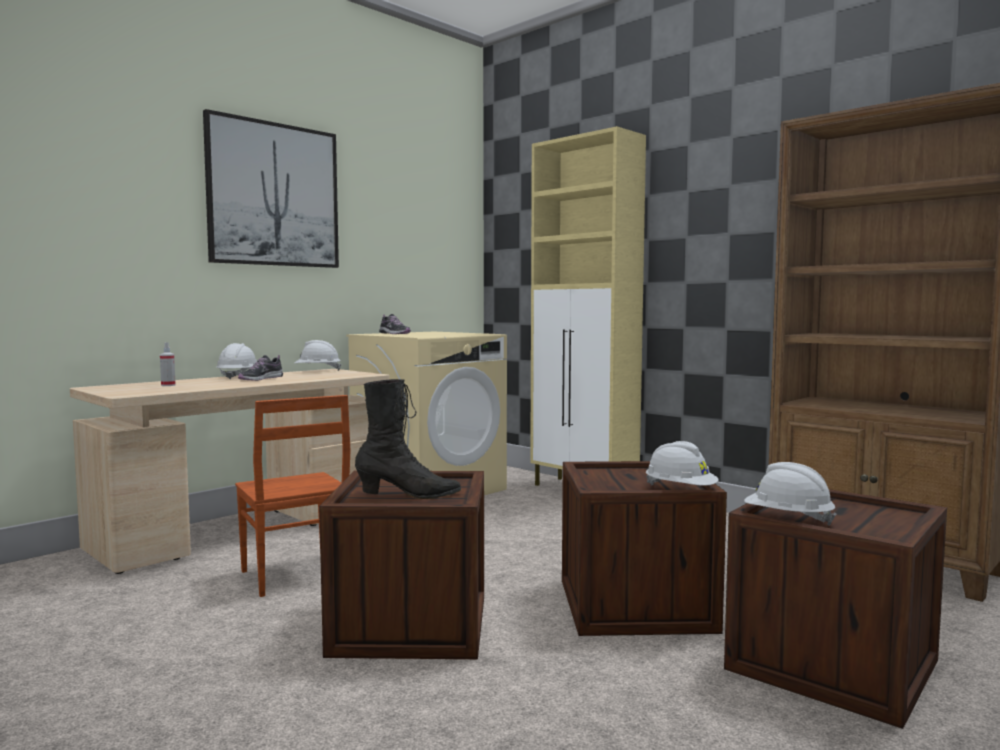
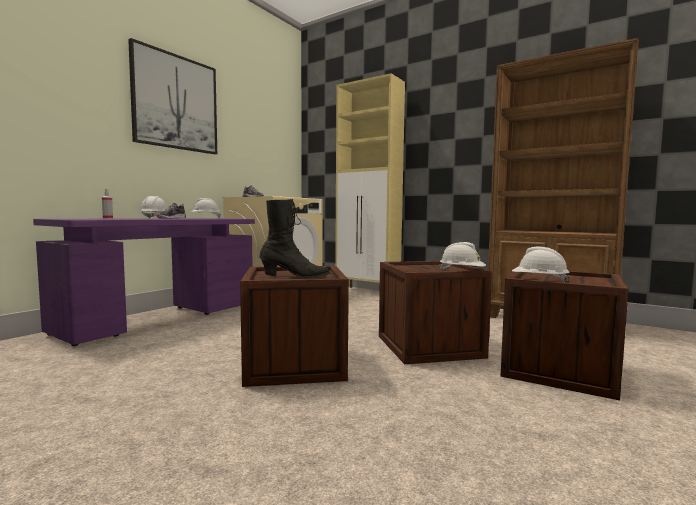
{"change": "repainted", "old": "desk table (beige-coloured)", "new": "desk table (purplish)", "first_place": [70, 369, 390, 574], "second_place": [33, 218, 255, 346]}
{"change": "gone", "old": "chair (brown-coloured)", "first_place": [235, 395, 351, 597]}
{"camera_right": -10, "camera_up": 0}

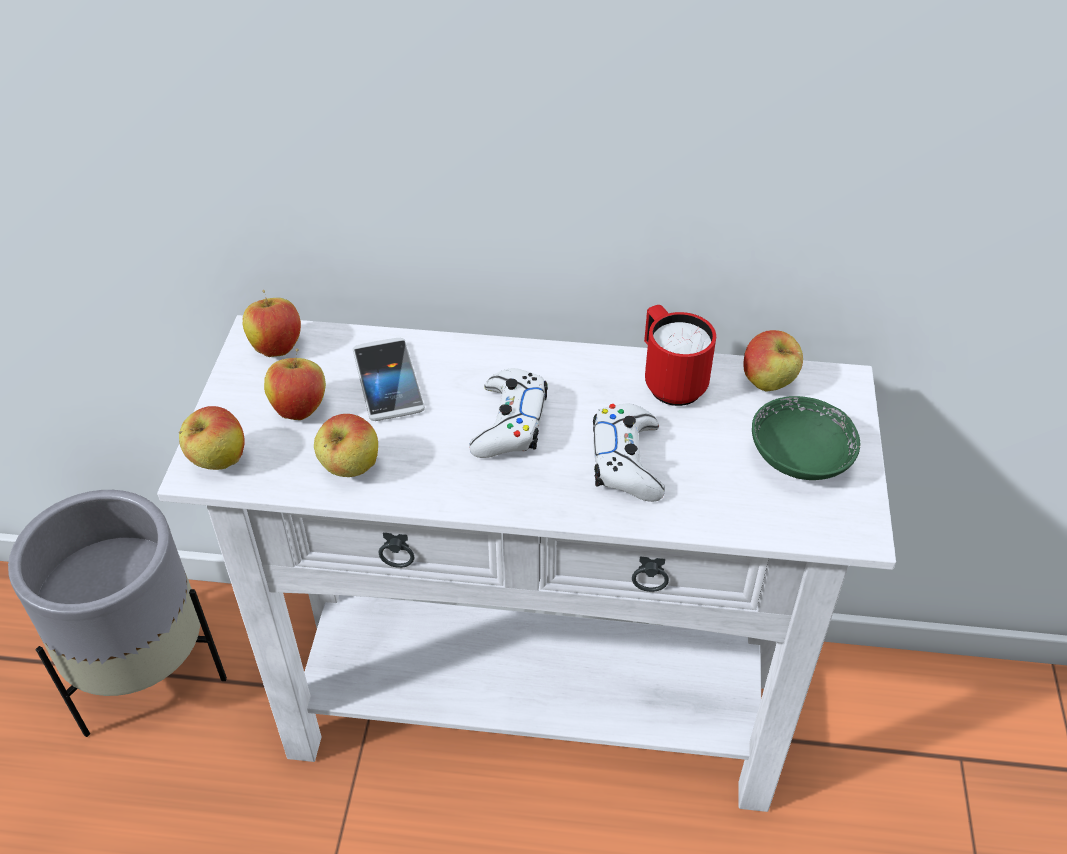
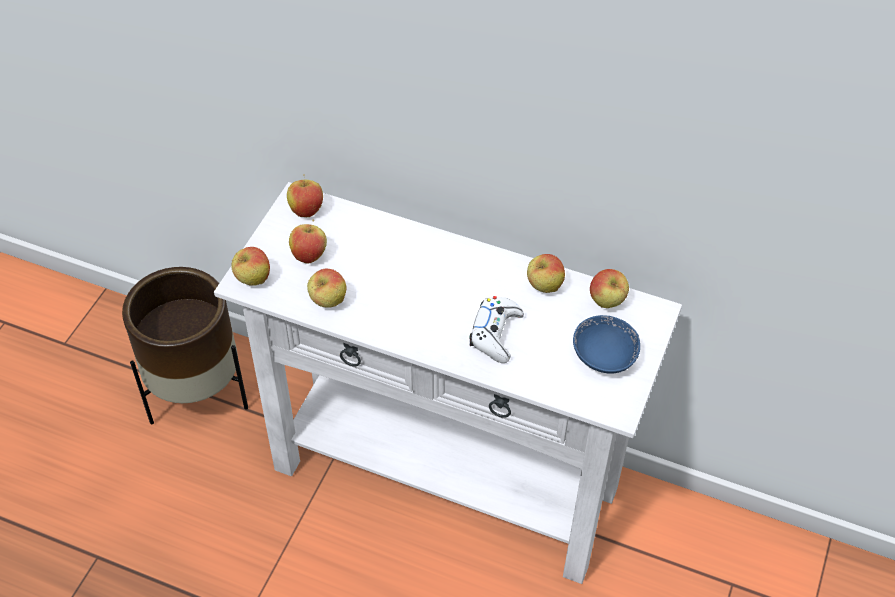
{"change": "repainted", "old": "plant pot (greyish)", "new": "plant pot (brown-coloured)", "first_place": [8, 490, 227, 737], "second_place": [122, 267, 248, 425]}
{"change": "gone", "old": "telephone", "first_place": [353, 338, 425, 421]}
{"change": "gone", "old": "gamepad (whitish)", "first_place": [469, 368, 548, 458]}
{"change": "swapped", "old": "tea mug (reddish)", "new": "whole apple", "first_place": [644, 305, 716, 406], "second_place": [527, 254, 565, 293]}
{"change": "repainted", "old": "bowl (green)", "new": "bowl (blue)", "first_place": [752, 396, 860, 480], "second_place": [573, 315, 640, 374]}
{"camera_right": 15, "camera_up": 5}

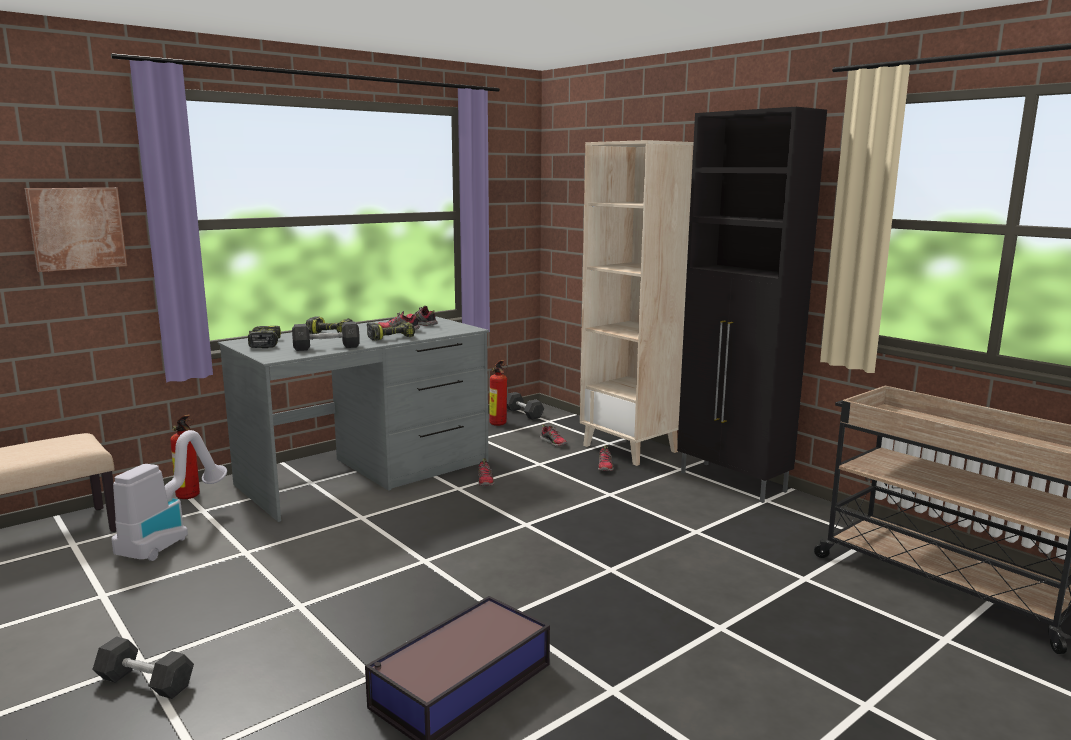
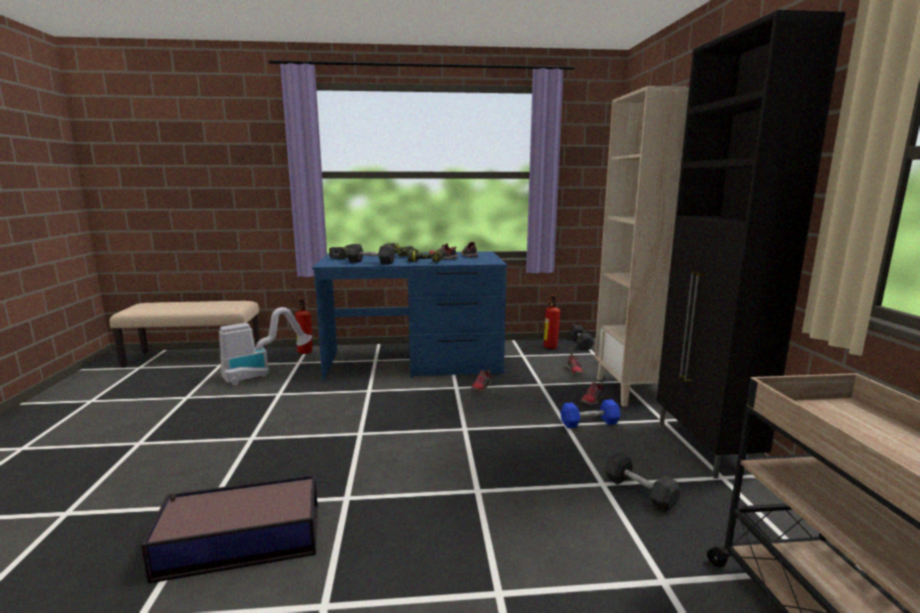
{"change": "gone", "old": "wall picture", "first_place": [25, 188, 127, 272]}
{"change": "shifted", "old": "free weight (greyish)", "first_place": [92, 636, 194, 699], "second_place": [604, 452, 681, 512]}
{"change": "repainted", "old": "desk table (greyish)", "new": "desk table (blue)", "first_place": [218, 316, 489, 522], "second_place": [312, 252, 507, 380]}
{"change": "new", "new": "free weight (blue)", "second_place": [560, 399, 621, 428]}
{"camera_right": 35, "camera_up": 0}

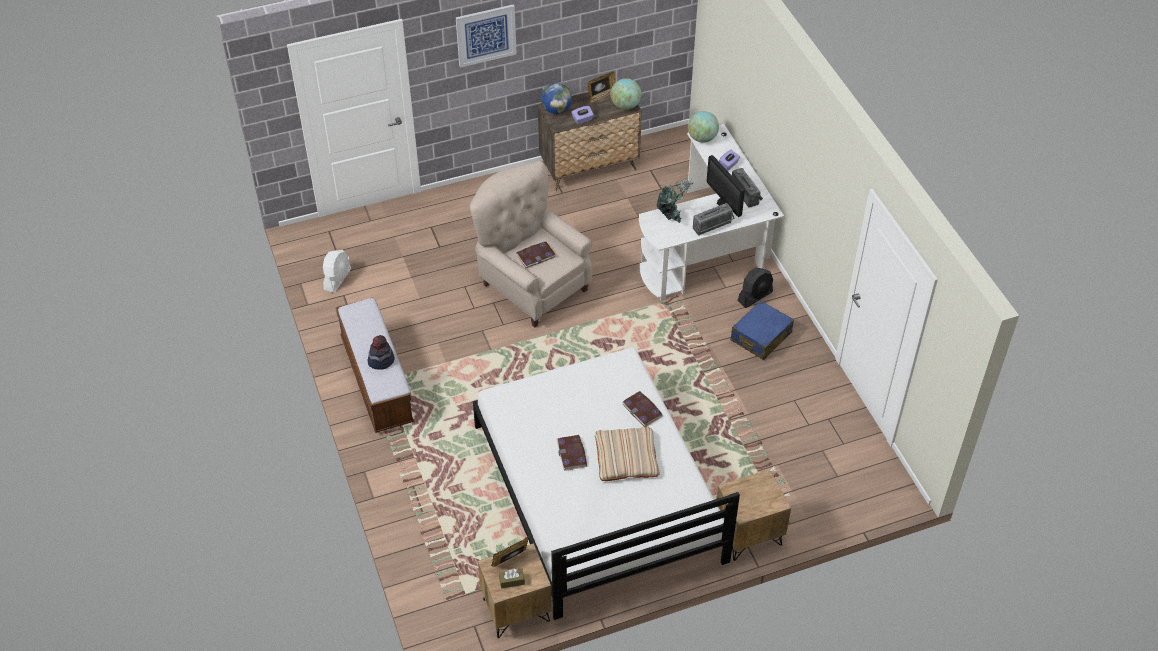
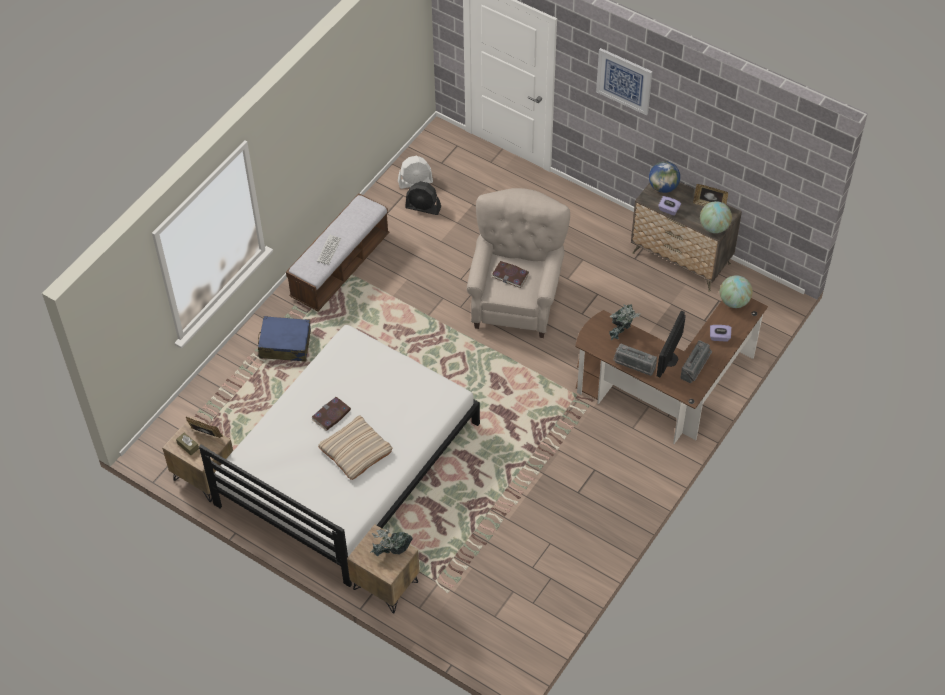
{"change": "swapped", "old": "hat", "new": "keyboard", "first_place": [368, 335, 394, 370], "second_place": [317, 235, 341, 265]}
{"change": "gone", "old": "bound book", "first_place": [622, 391, 663, 427]}
{"change": "repainted", "old": "desk table (whitish)", "new": "desk table (brown-coloured)", "first_place": [639, 124, 784, 301], "second_place": [575, 298, 768, 444]}
{"change": "shifted", "old": "piece of luggage (blue)", "first_place": [730, 301, 794, 360], "second_place": [258, 316, 311, 362]}
{"change": "shifted", "old": "fan (black-coloured)", "first_place": [737, 268, 773, 308], "second_place": [405, 181, 441, 215]}
{"change": "new", "new": "plant in a pot", "second_place": [371, 528, 412, 556]}
{"camera_right": 55, "camera_up": 5}

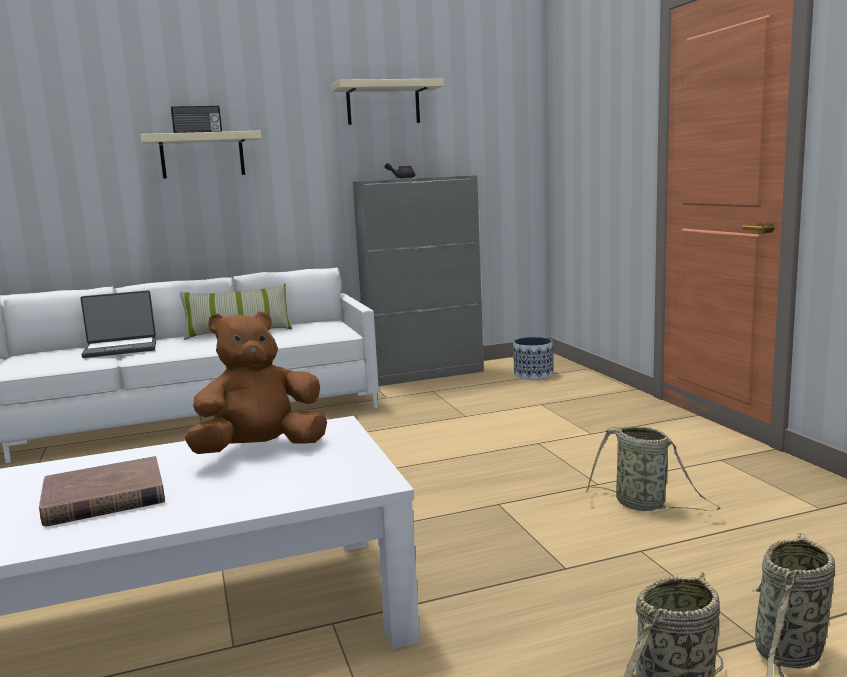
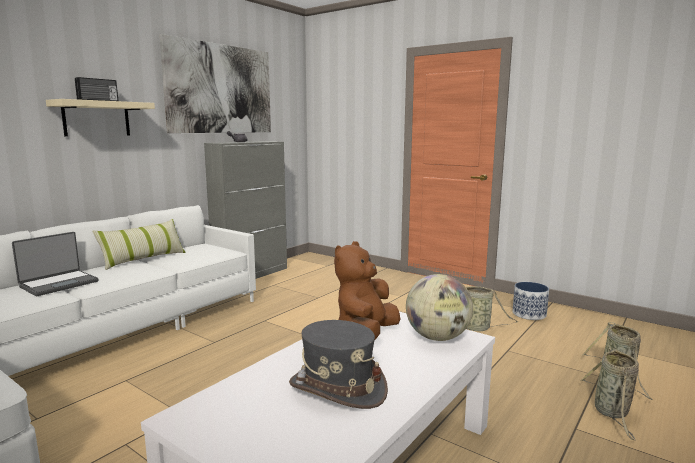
{"change": "swapped", "old": "bound book (brown-coloured)", "new": "hat (greyish)", "first_place": [39, 456, 165, 526], "second_place": [289, 320, 388, 409]}
{"change": "swapped", "old": "bracket shelf (beige-coloured)", "new": "wall picture", "first_place": [331, 79, 444, 125], "second_place": [159, 34, 271, 133]}
{"change": "shifted", "old": "plant pot", "first_place": [513, 337, 553, 380], "second_place": [513, 282, 549, 320]}
{"change": "new", "new": "globe", "second_place": [406, 274, 473, 341]}
{"camera_right": -35, "camera_up": 0}

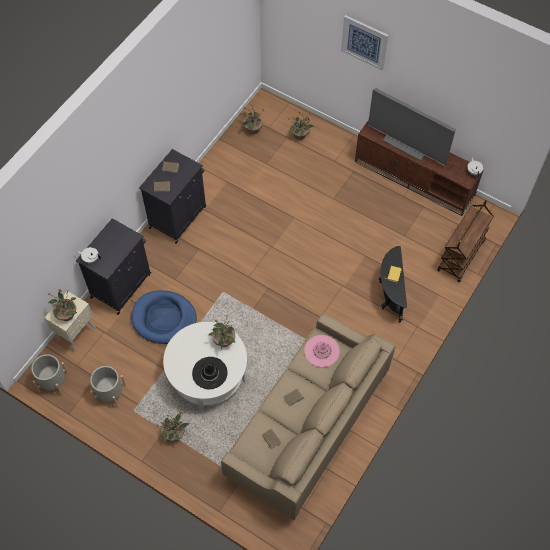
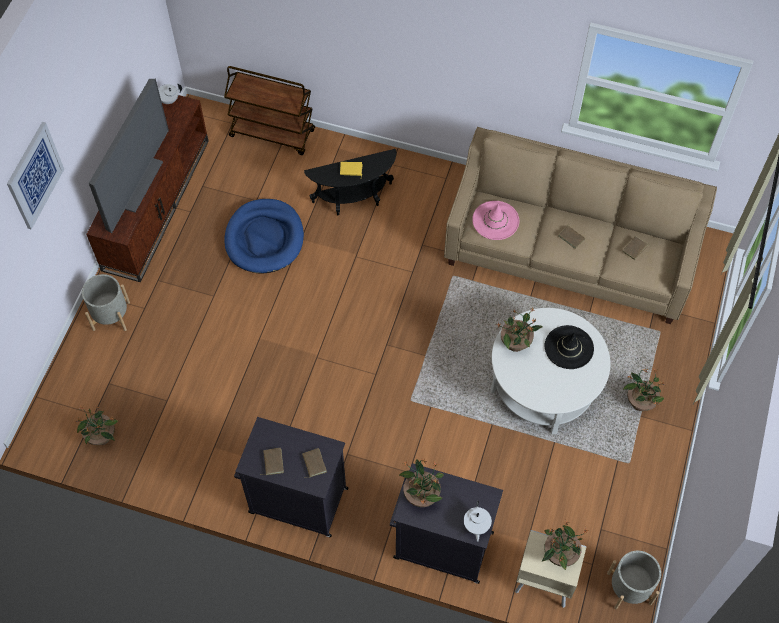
{"change": "shifted", "old": "plant pot (greyish)", "first_place": [90, 366, 126, 408], "second_place": [82, 274, 130, 331]}
{"change": "shifted", "old": "pet bed (blue)", "first_place": [132, 290, 197, 344], "second_place": [224, 199, 304, 274]}
{"change": "shifted", "old": "plant in a pot", "first_place": [288, 112, 315, 140], "second_place": [399, 459, 444, 507]}
{"camera_right": -105, "camera_up": 0}

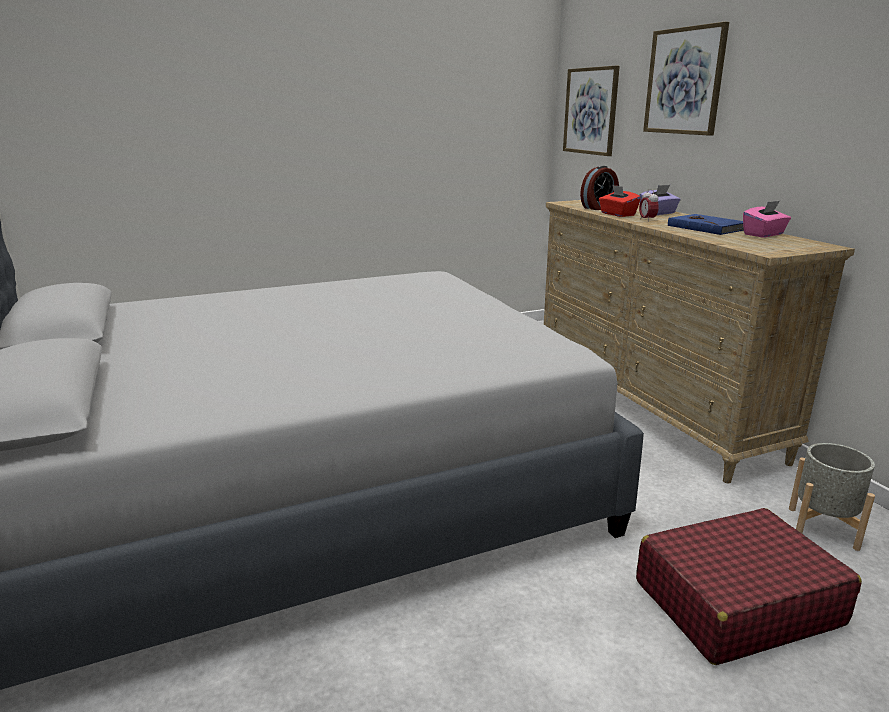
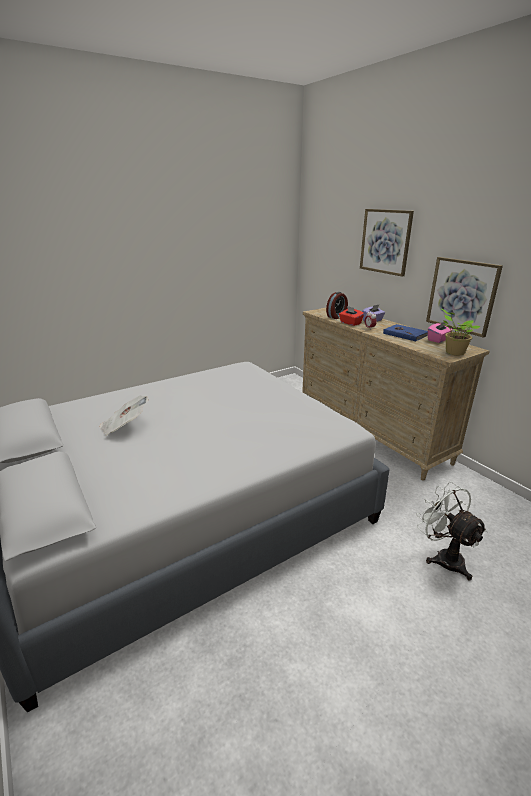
{"change": "shifted", "old": "wall picture", "first_place": [563, 66, 620, 156], "second_place": [426, 257, 503, 338]}
{"change": "swapped", "old": "piece of luggage (reddish)", "new": "fan (whitish)", "first_place": [636, 508, 862, 665], "second_place": [417, 482, 487, 581]}
{"change": "gone", "old": "plant pot (greyish)", "first_place": [789, 443, 875, 551]}
{"change": "new", "new": "daily paper", "second_place": [99, 395, 149, 436]}
{"change": "new", "new": "plant in a pot", "second_place": [442, 309, 480, 355]}
{"camera_right": -10, "camera_up": 5}

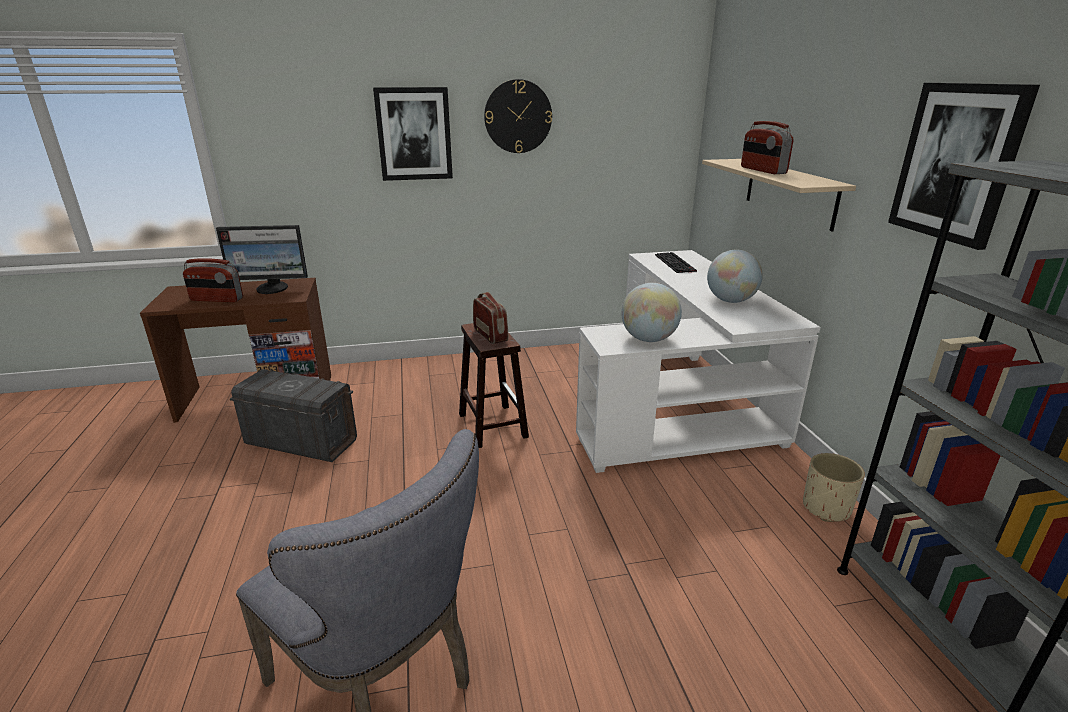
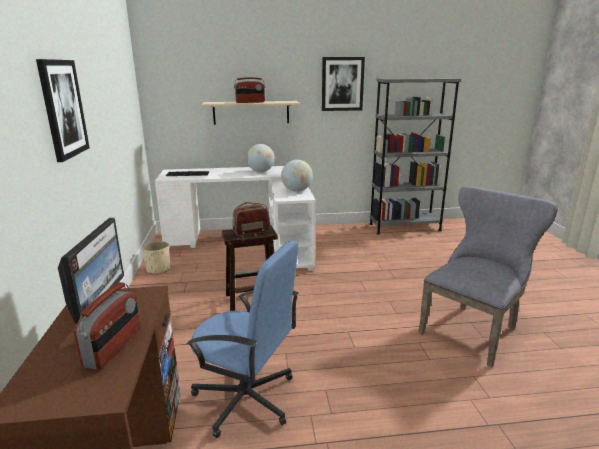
{"change": "swapped", "old": "storage bin (greyish)", "new": "desk chair (blue)", "first_place": [230, 369, 357, 462], "second_place": [186, 241, 299, 438]}
{"change": "gone", "old": "wall clock", "first_place": [484, 79, 552, 153]}
{"change": "shifted", "old": "plant pot (beige-coloured)", "first_place": [803, 453, 865, 522], "second_place": [142, 241, 170, 274]}
{"camera_right": -85, "camera_up": -5}

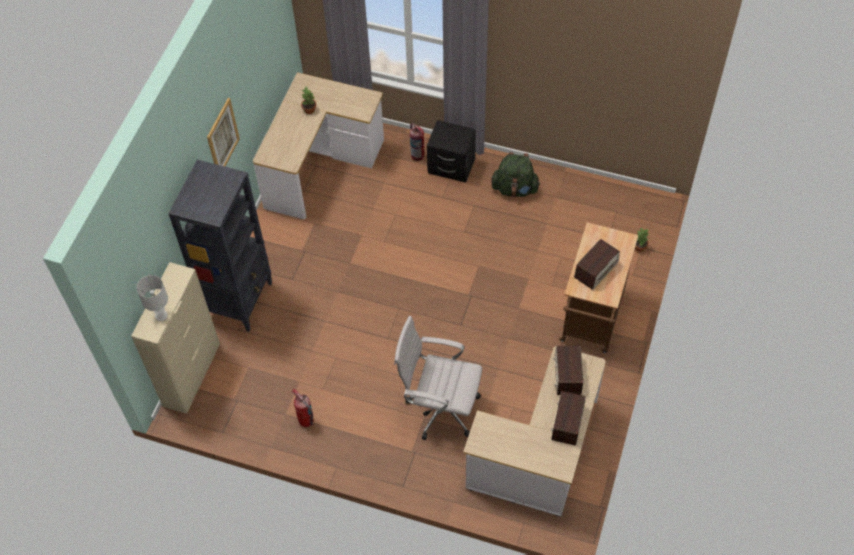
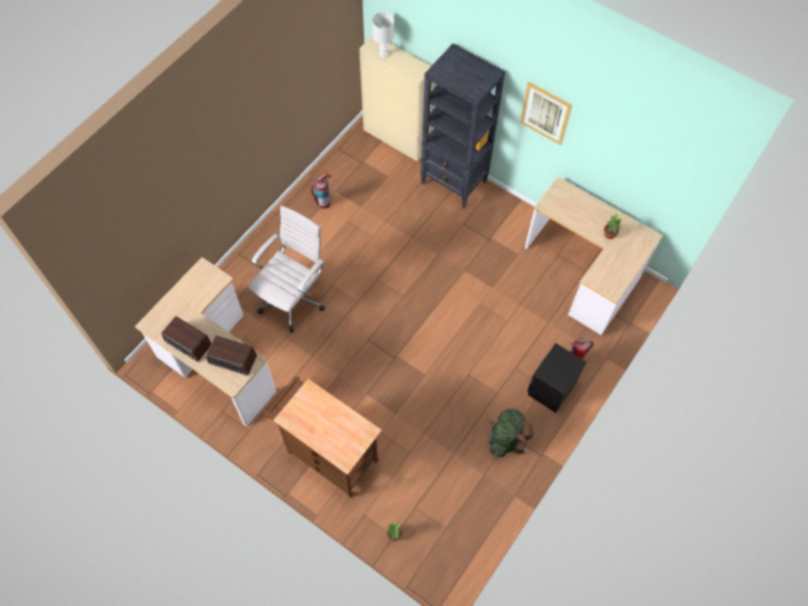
{"change": "gone", "old": "radio", "first_place": [574, 239, 620, 290]}
{"camera_right": 105, "camera_up": 5}

